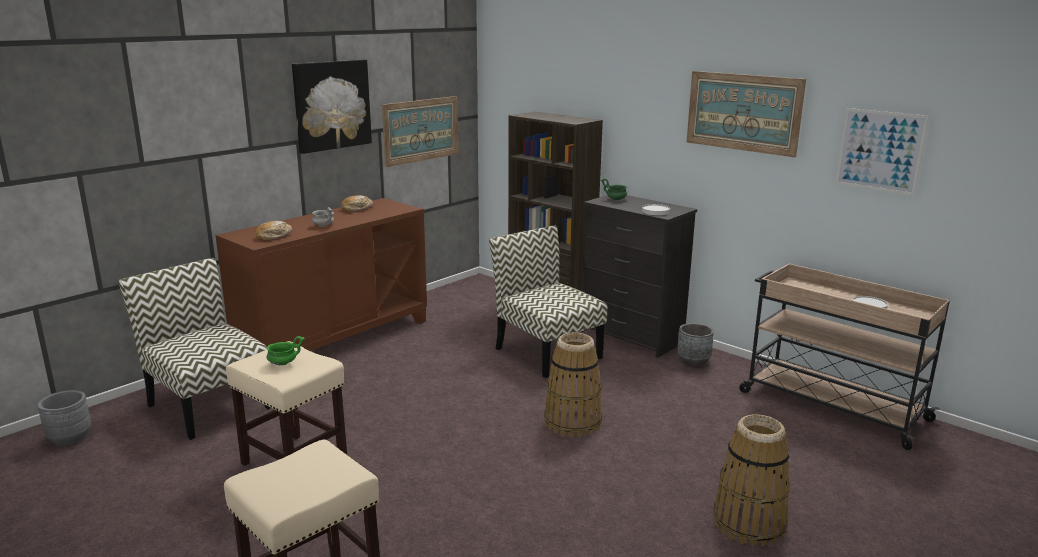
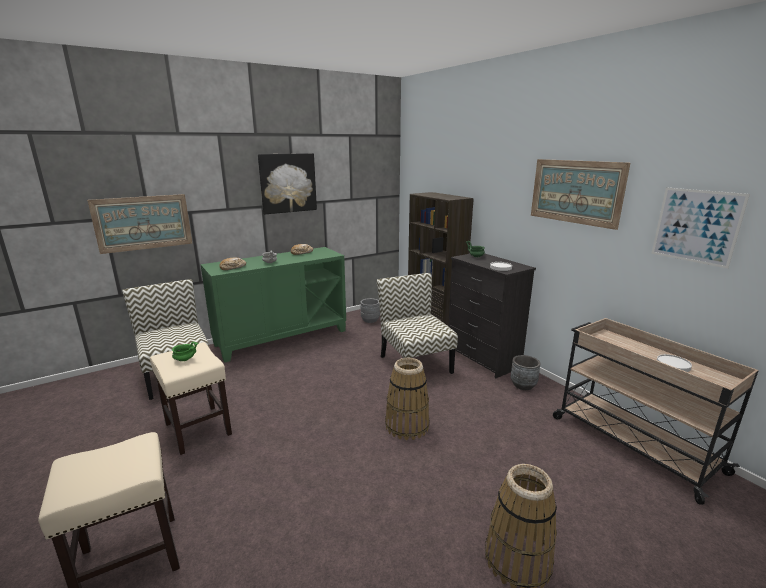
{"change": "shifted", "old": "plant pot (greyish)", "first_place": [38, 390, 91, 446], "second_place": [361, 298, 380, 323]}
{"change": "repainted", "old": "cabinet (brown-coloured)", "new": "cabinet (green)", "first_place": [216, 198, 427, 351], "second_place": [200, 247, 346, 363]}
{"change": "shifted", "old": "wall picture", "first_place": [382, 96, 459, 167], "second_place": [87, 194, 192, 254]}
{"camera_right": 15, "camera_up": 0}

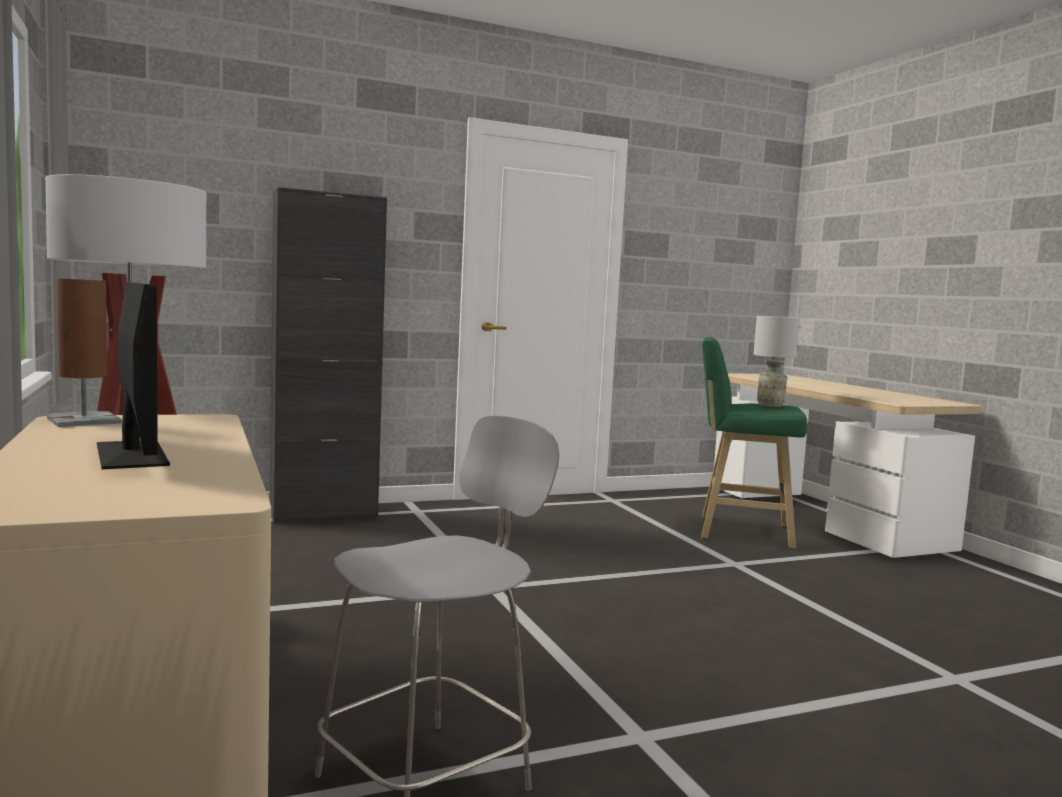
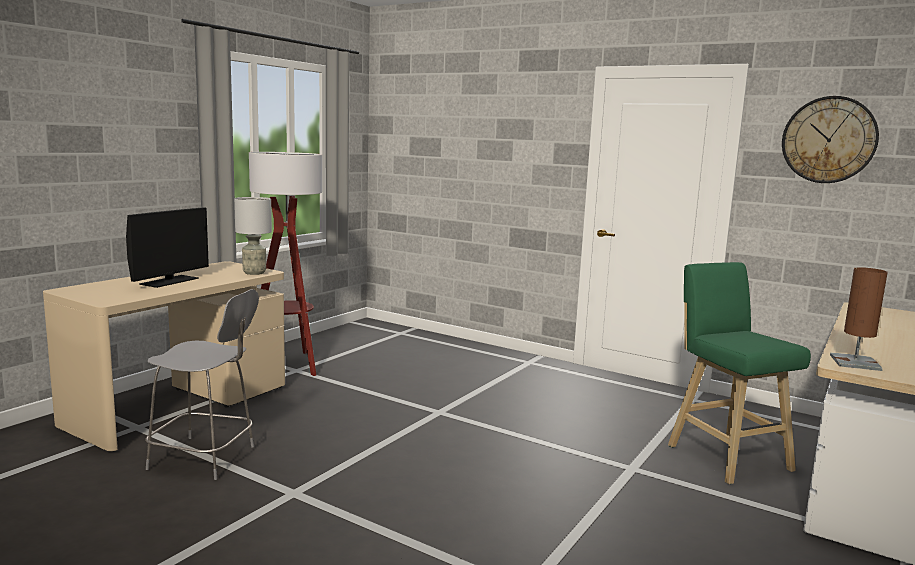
{"change": "shifted", "old": "tabletop lamp (brown-coloured)", "first_place": [47, 278, 122, 427], "second_place": [830, 267, 888, 371]}
{"change": "gone", "old": "cabinet (black-coloured)", "first_place": [270, 187, 387, 524]}
{"change": "shifted", "old": "tabletop lamp (greyish)", "first_place": [753, 316, 800, 407], "second_place": [234, 197, 272, 275]}
{"change": "new", "new": "wall clock", "second_place": [782, 96, 879, 183]}
{"camera_right": 55, "camera_up": 5}

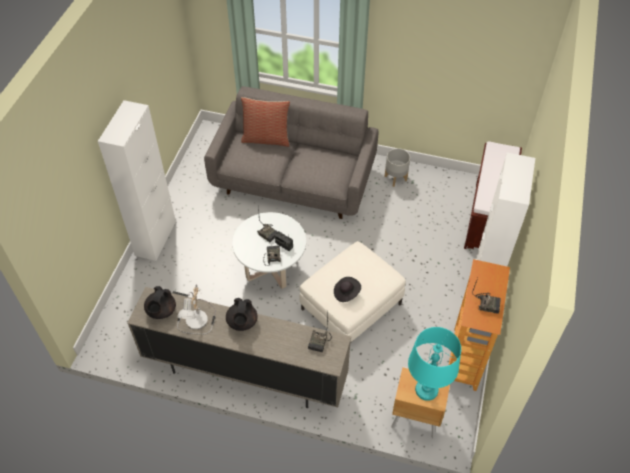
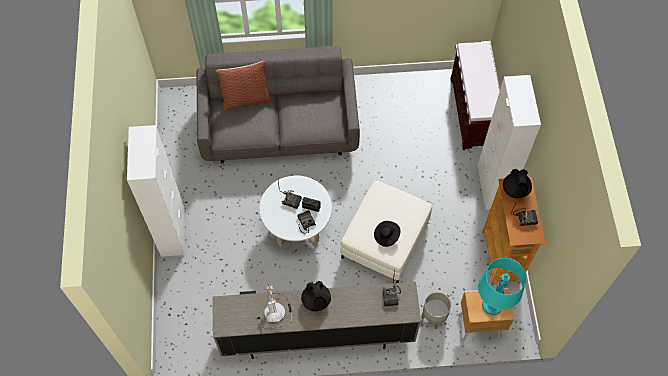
{"change": "shifted", "old": "pot for tea (black-coloured)", "first_place": [144, 286, 176, 319], "second_place": [503, 169, 532, 198]}
{"change": "shifted", "old": "plant pot (greyish)", "first_place": [385, 148, 410, 187], "second_place": [421, 292, 451, 329]}
{"camera_right": -20, "camera_up": 10}

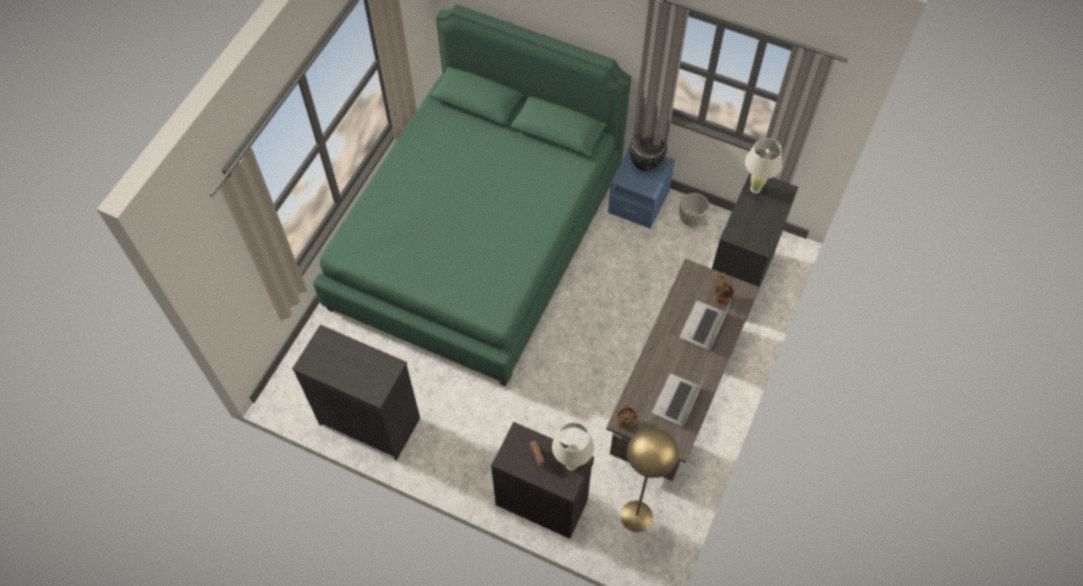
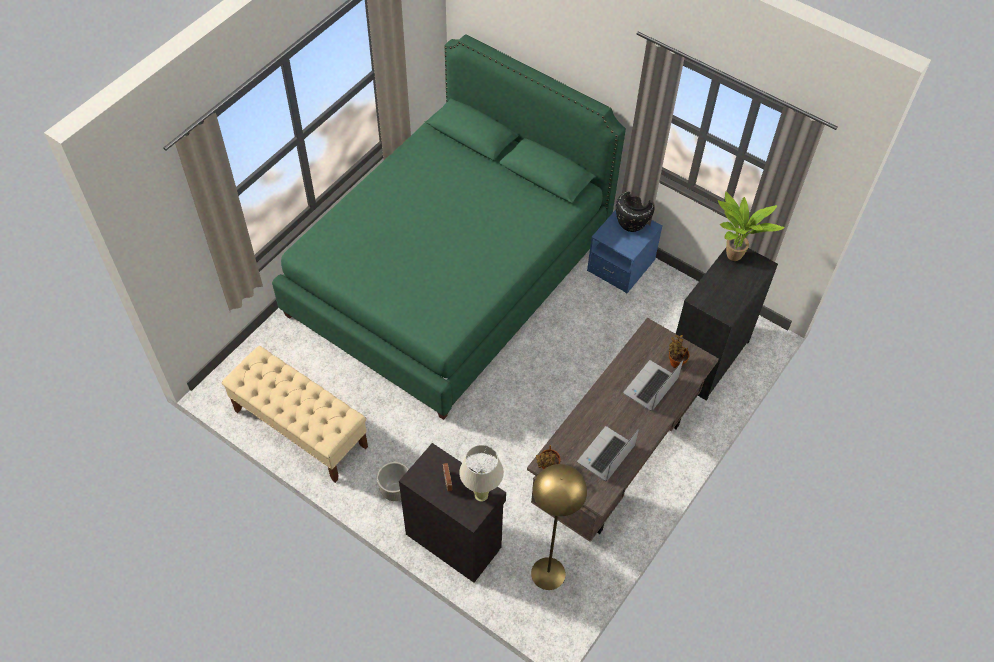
{"change": "swapped", "old": "chest of drawers (black-coloured)", "new": "indoor bench (beige-coloured)", "first_place": [292, 325, 420, 460], "second_place": [221, 346, 368, 483]}
{"change": "shifted", "old": "plant pot (greyish)", "first_place": [679, 193, 709, 227], "second_place": [377, 462, 409, 501]}
{"change": "swapped", "old": "tabletop lamp (beige-coloured)", "new": "plant in a pot", "first_place": [745, 138, 782, 193], "second_place": [718, 191, 785, 261]}
{"camera_right": 10, "camera_up": -5}

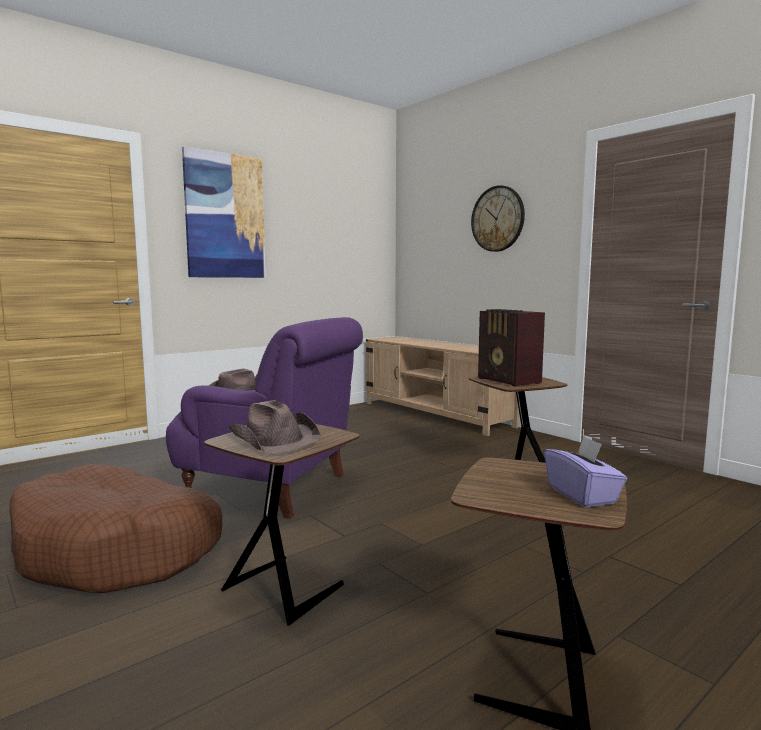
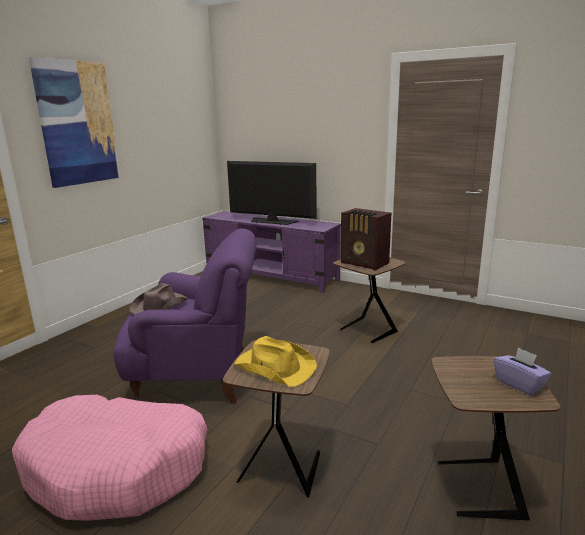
{"change": "repainted", "old": "pet bed (brown-coloured)", "new": "pet bed (pink)", "first_place": [9, 464, 222, 593], "second_place": [12, 395, 207, 521]}
{"change": "repainted", "old": "hat (brown-coloured)", "new": "hat (yellowish)", "first_place": [229, 400, 321, 454], "second_place": [234, 336, 317, 387]}
{"change": "repainted", "old": "media console (beige-coloured)", "new": "media console (purplish)", "first_place": [366, 337, 519, 436], "second_place": [202, 211, 341, 293]}
{"change": "gone", "old": "wall clock", "first_place": [471, 185, 525, 252]}
{"change": "new", "new": "TV", "second_place": [227, 161, 317, 225]}
{"camera_right": -20, "camera_up": 10}

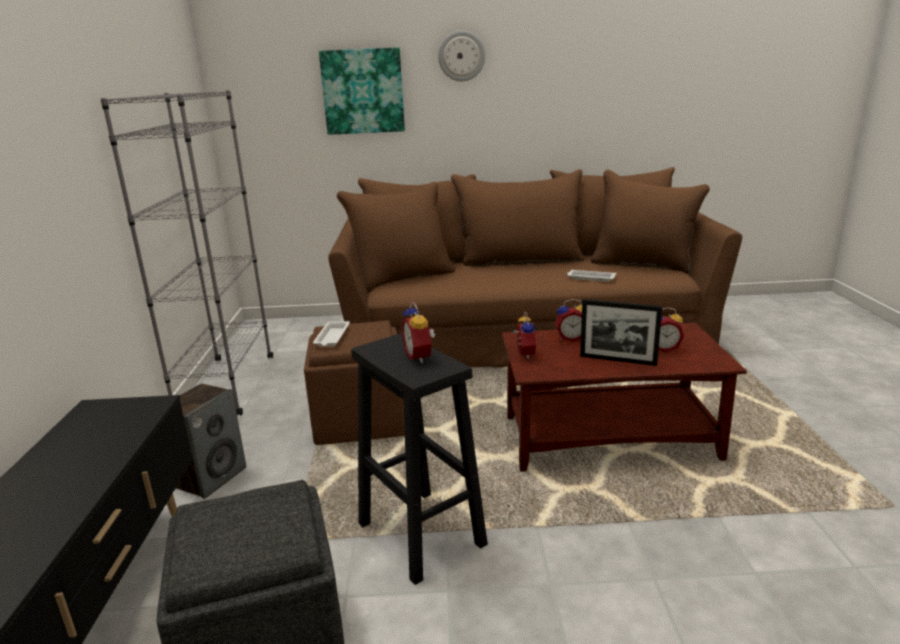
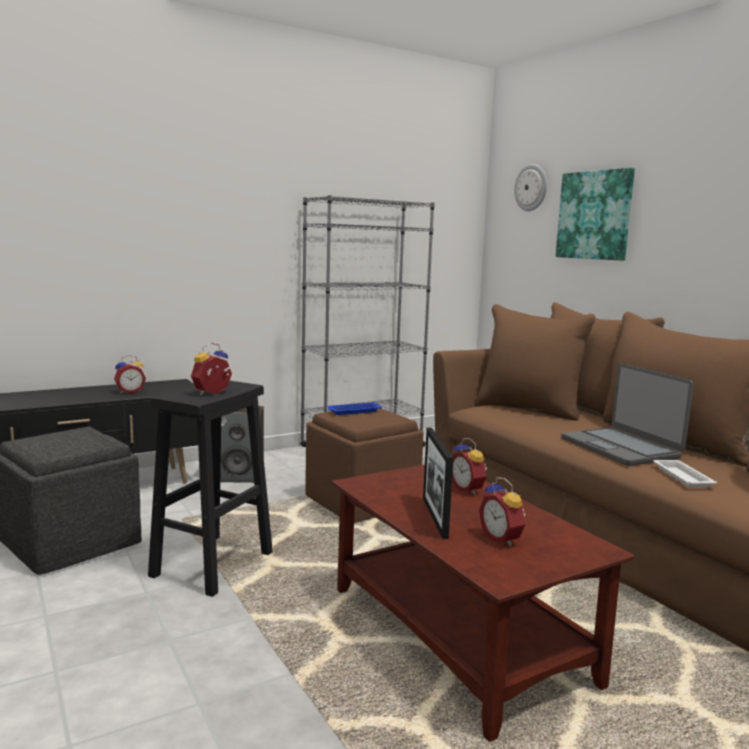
{"change": "repainted", "old": "carrying tray (whitish)", "new": "carrying tray (blue)", "first_place": [313, 321, 350, 347], "second_place": [328, 402, 382, 415]}
{"change": "shifted", "old": "wall clock", "first_place": [438, 30, 485, 81], "second_place": [514, 164, 547, 211]}
{"change": "shifted", "old": "bedside clock", "first_place": [512, 312, 536, 359], "second_place": [114, 355, 146, 394]}
{"change": "new", "new": "portable computer", "second_place": [561, 363, 694, 466]}
{"camera_right": 60, "camera_up": -10}

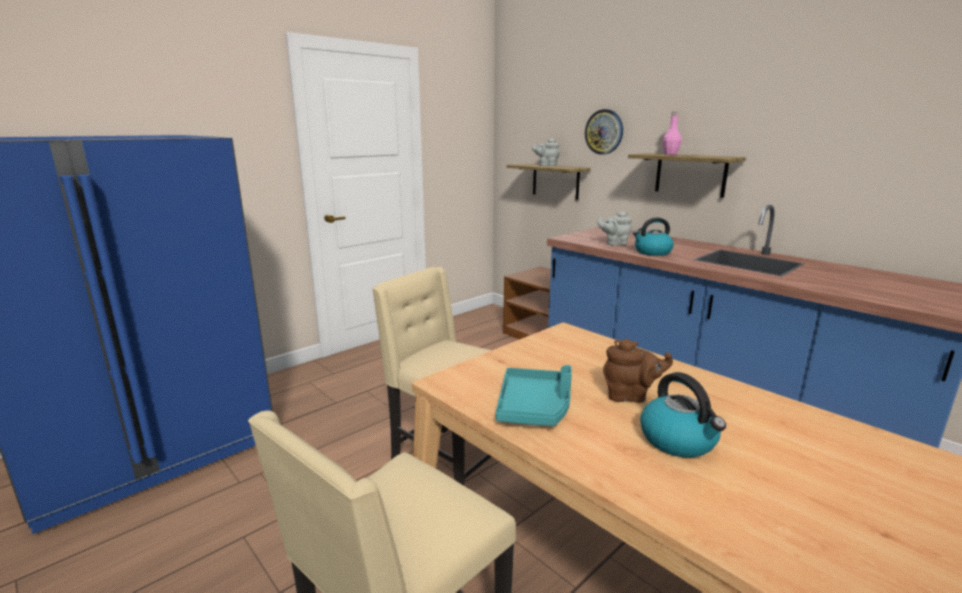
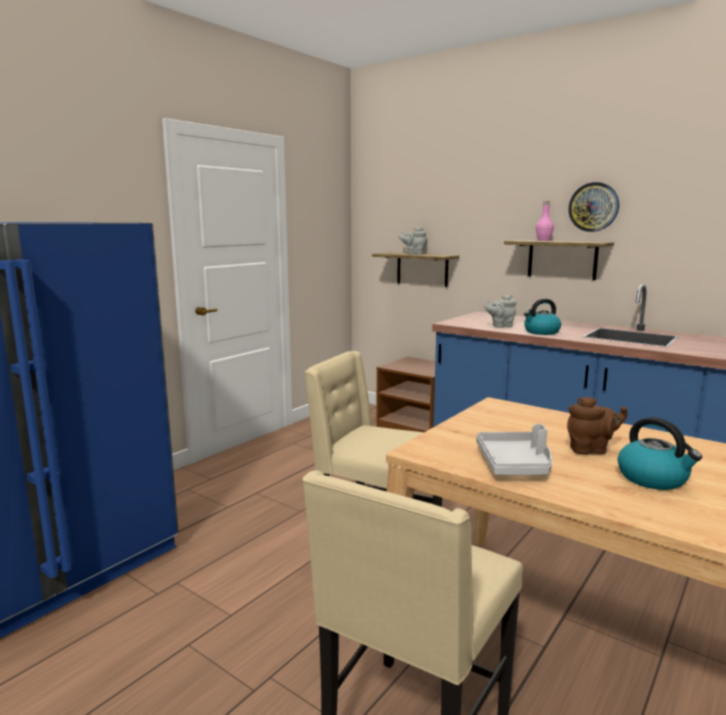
{"change": "repainted", "old": "carrying tray (blue-green)", "new": "carrying tray (greyish)", "first_place": [496, 365, 572, 426], "second_place": [476, 424, 552, 476]}
{"change": "shifted", "old": "wall clock", "first_place": [585, 109, 623, 155], "second_place": [568, 182, 619, 232]}
{"camera_right": -10, "camera_up": -5}

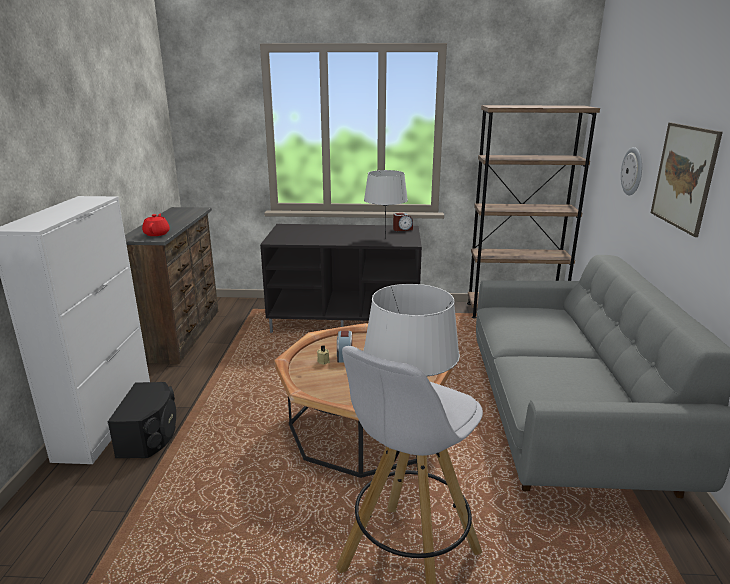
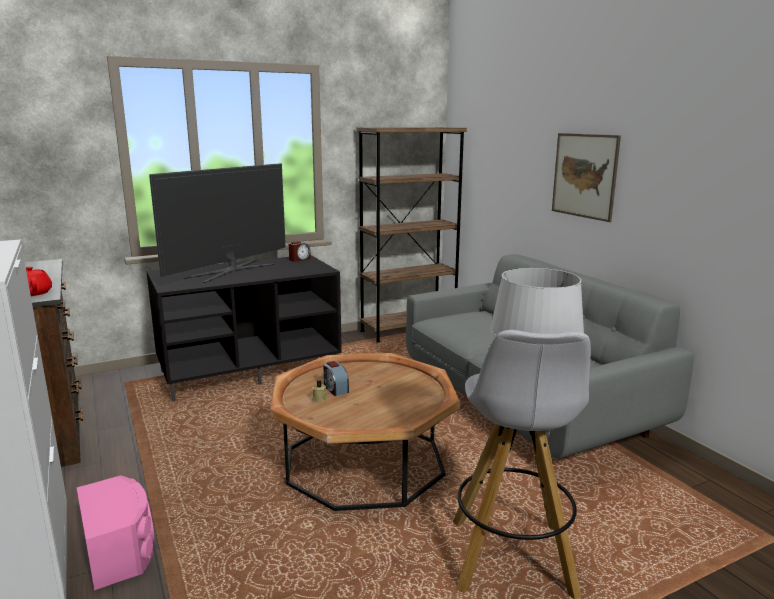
{"change": "repainted", "old": "speaker (black-coloured)", "new": "speaker (pink)", "first_place": [108, 382, 176, 458], "second_place": [77, 475, 154, 590]}
{"change": "gone", "old": "tabletop lamp (greyish)", "first_place": [364, 170, 408, 239]}
{"change": "gone", "old": "wall clock", "first_place": [621, 147, 642, 195]}
{"change": "new", "new": "TV", "second_place": [149, 163, 286, 283]}
{"camera_right": -30, "camera_up": -5}

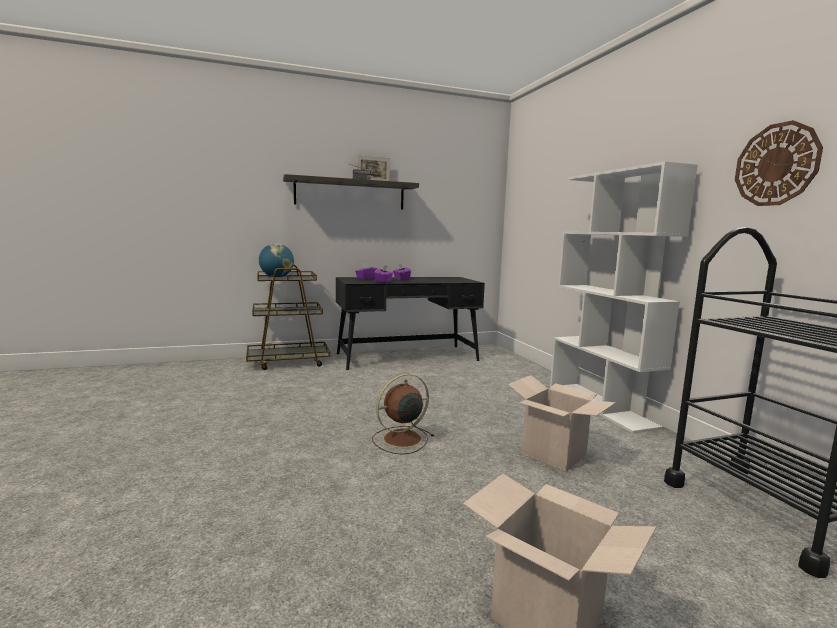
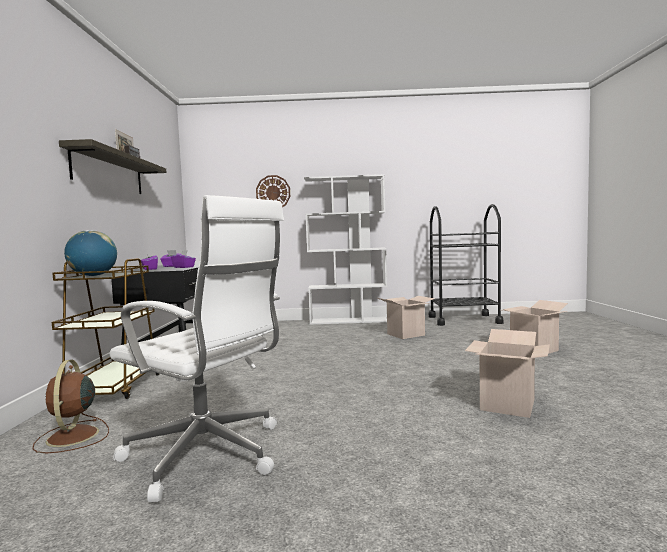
{"change": "shifted", "old": "fan (brown-coloured)", "first_place": [372, 374, 434, 455], "second_place": [32, 360, 109, 453]}
{"change": "shifted", "old": "wall clock", "first_place": [735, 120, 823, 206], "second_place": [256, 175, 290, 207]}
{"change": "new", "new": "desk chair (whitish)", "second_place": [110, 195, 284, 502]}
{"change": "new", "new": "packing box", "second_place": [465, 329, 550, 418]}
{"camera_right": -70, "camera_up": -5}

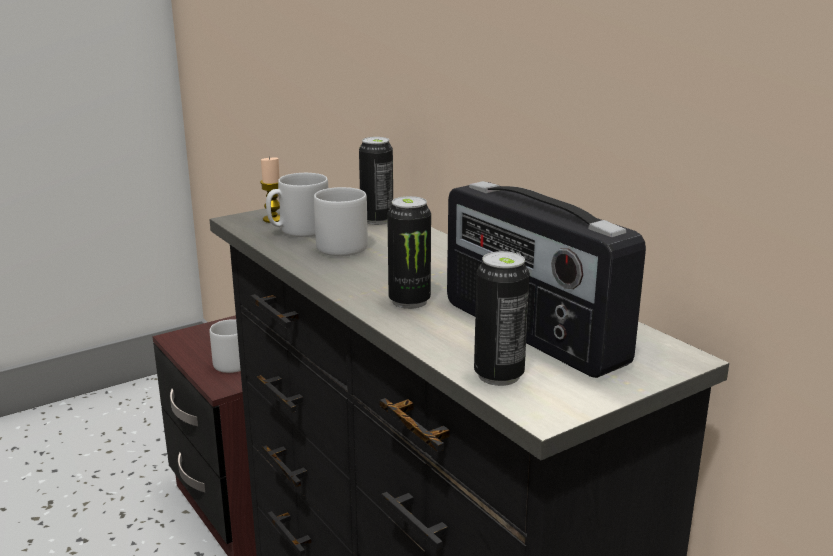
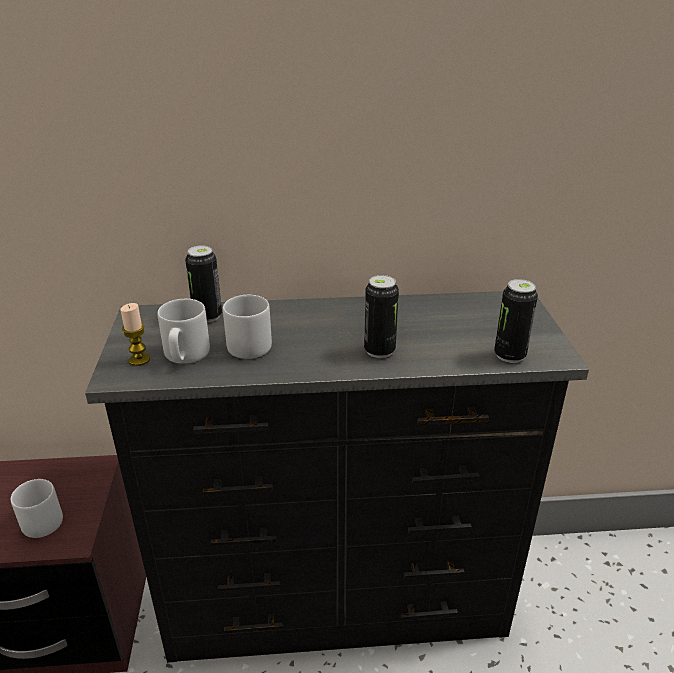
{"change": "gone", "old": "radio", "first_place": [447, 181, 646, 378]}
{"camera_right": -60, "camera_up": 10}

